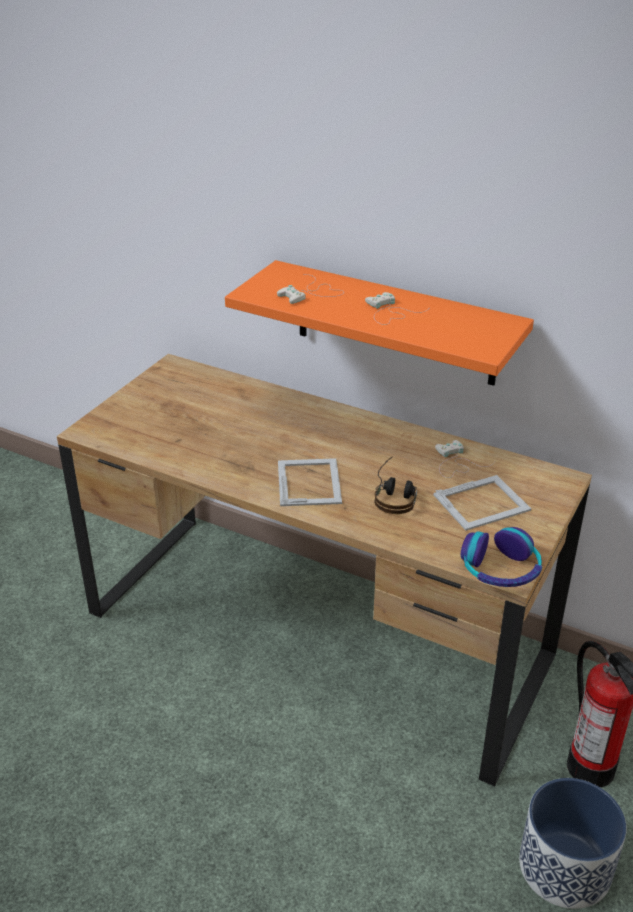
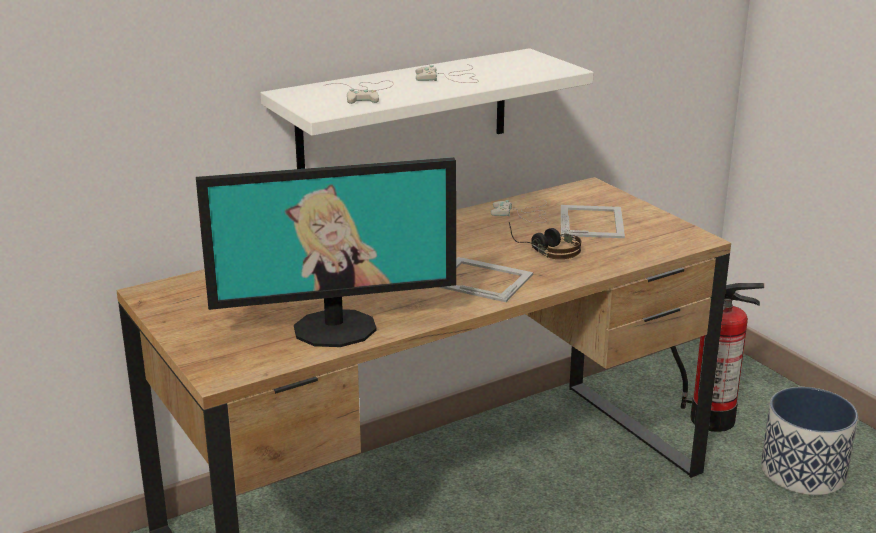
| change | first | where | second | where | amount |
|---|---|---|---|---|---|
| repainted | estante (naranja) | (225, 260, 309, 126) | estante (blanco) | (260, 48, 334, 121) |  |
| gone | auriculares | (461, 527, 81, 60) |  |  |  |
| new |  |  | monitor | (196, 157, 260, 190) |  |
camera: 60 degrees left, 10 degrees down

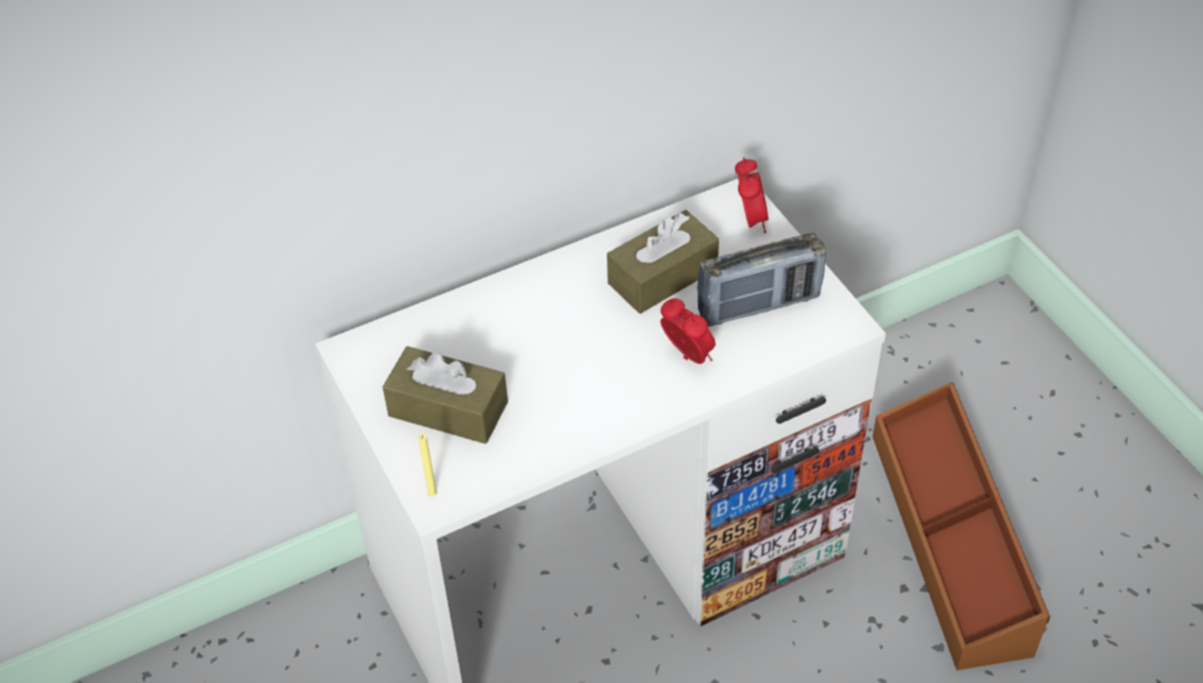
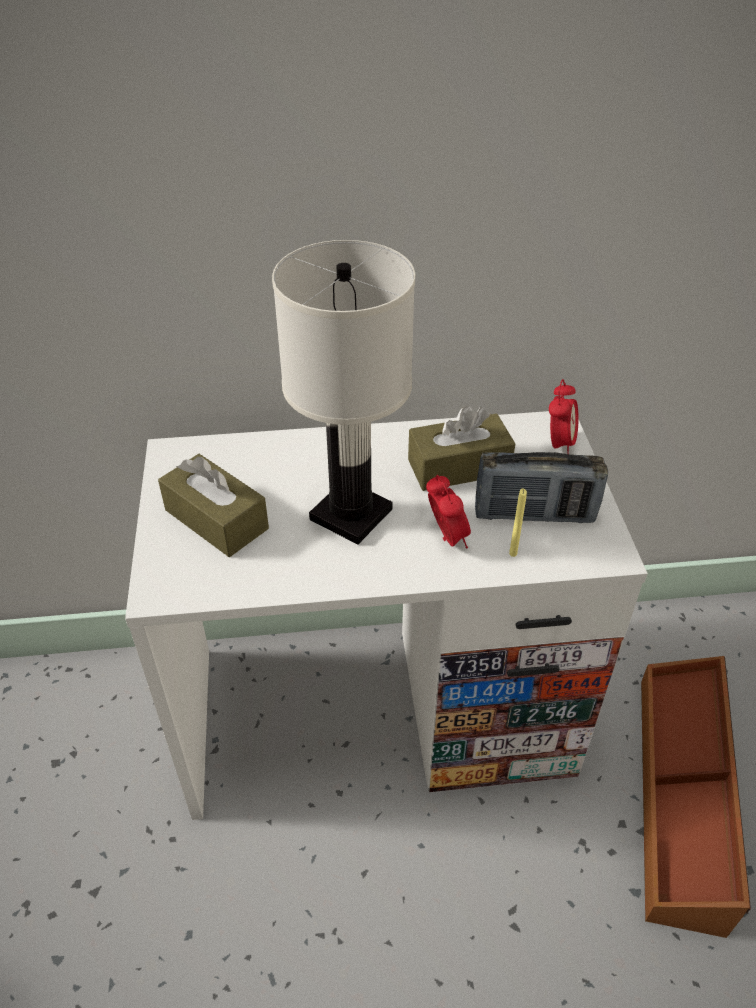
| change | first | where | second | where | amount |
|---|---|---|---|---|---|
| shifted | vela (amarillo) | (419, 433, 18, 64) |  | (509, 489, 18, 68) |  |
| new |  |  | lámpara de mesa (blanco) | (272, 240, 143, 304) |  |
camera: 20 degrees right, 5 degrees down

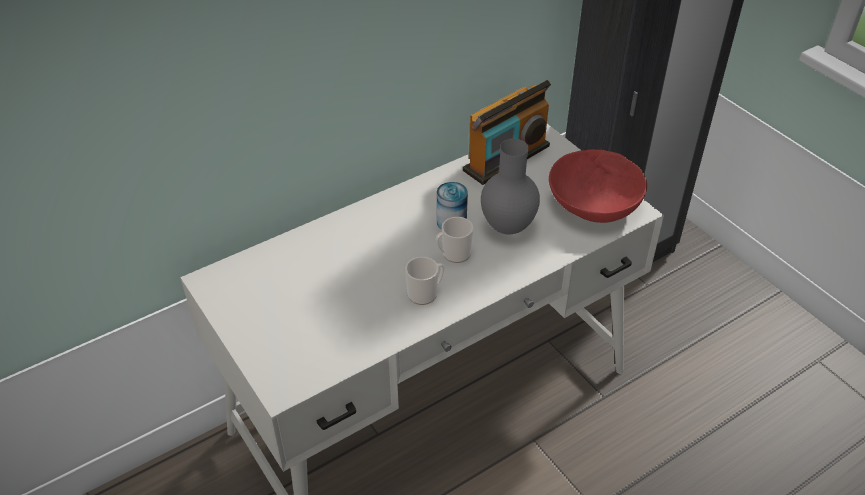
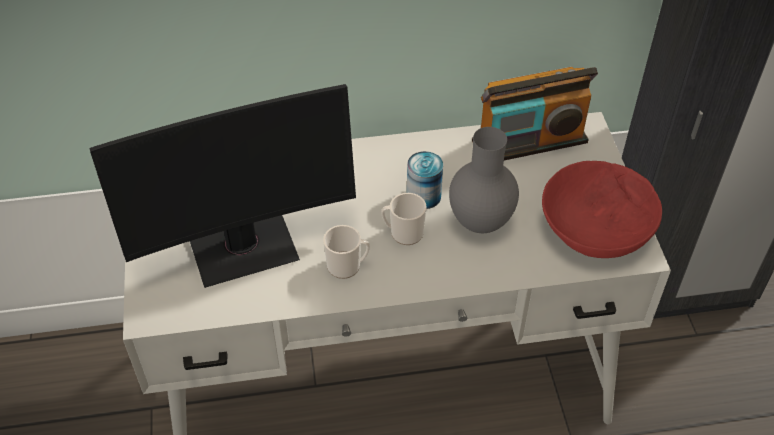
| change | first | where | second | where | amount |
|---|---|---|---|---|---|
| new |  |  | monitor | (89, 84, 267, 204) |  |
camera: 25 degrees right, 5 degrees up

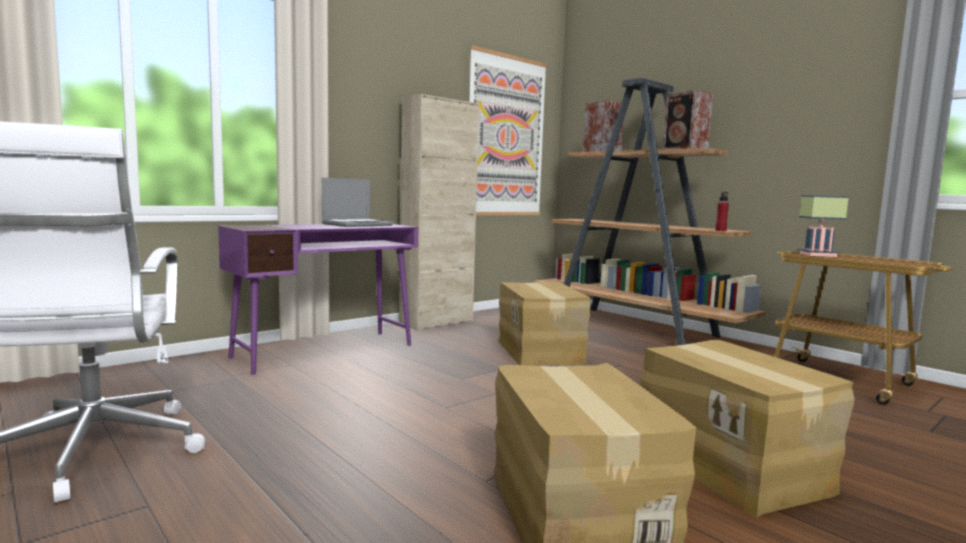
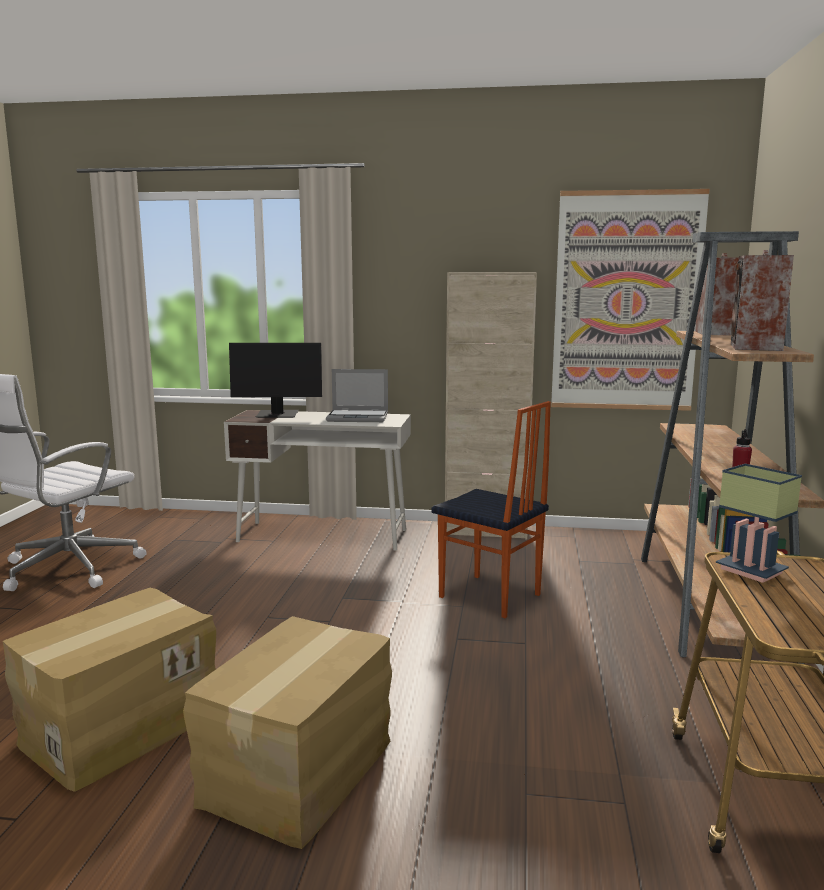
| change | first | where | second | where | amount |
|---|---|---|---|---|---|
| repainted | escritorio (morado) | (218, 224, 200, 151) | escritorio (blanco) | (224, 410, 187, 141) |  |
| swapped | caja de cartón | (499, 281, 92, 85) | silla | (431, 401, 120, 217) |  |
| new |  |  | monitor | (229, 343, 93, 75) |  |
camera: 50 degrees right, 5 degrees up

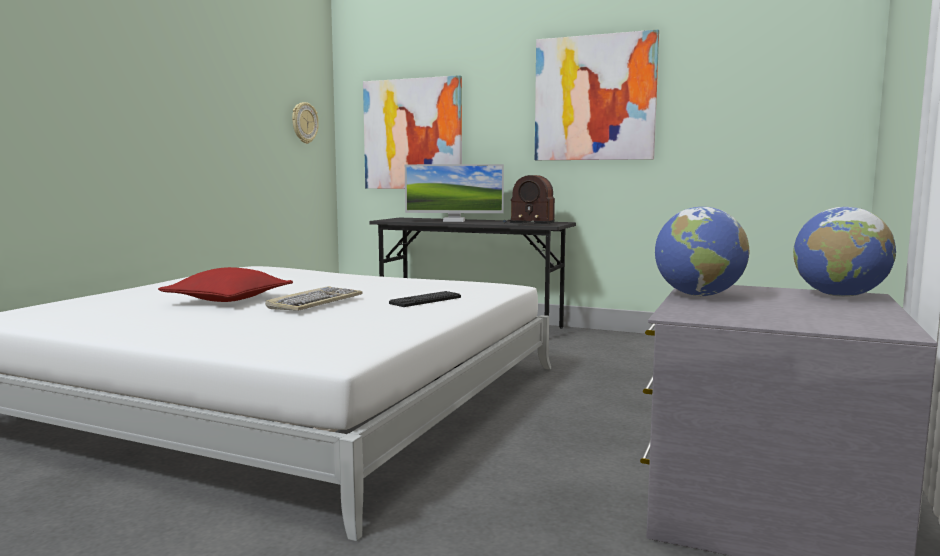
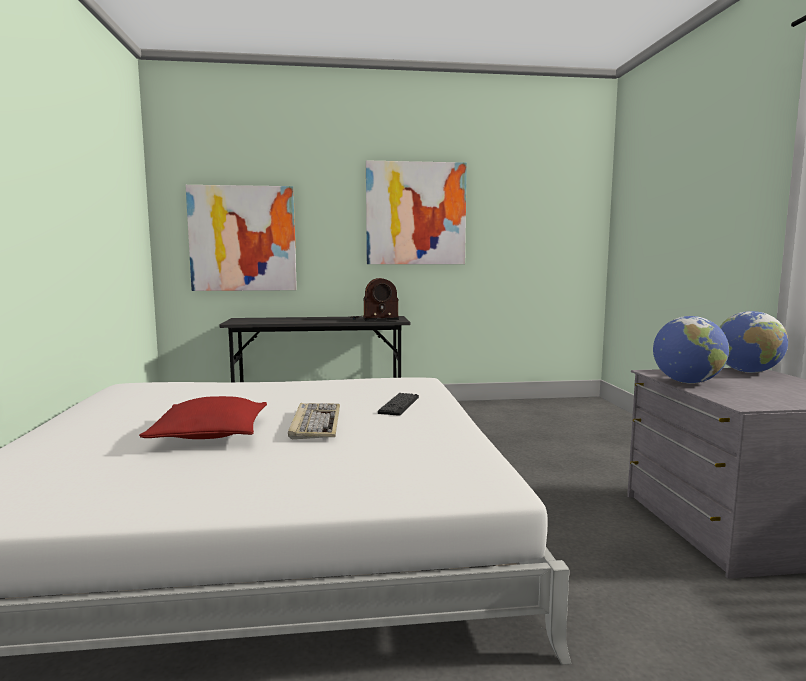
| change | first | where | second | where | amount |
|---|---|---|---|---|---|
| gone | reloj de pared | (292, 102, 27, 42) |  |  |  |
| gone | monitor | (405, 164, 99, 58) |  |  |  |
camera: 30 degrees left, 0 degrees up

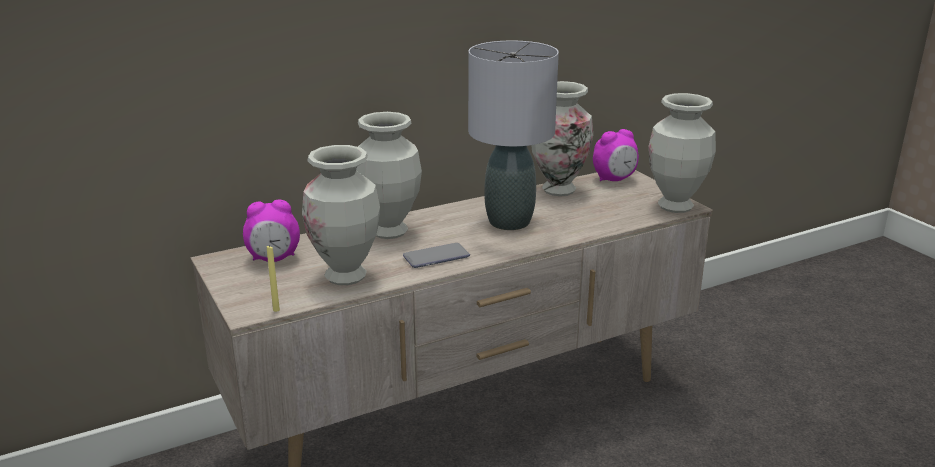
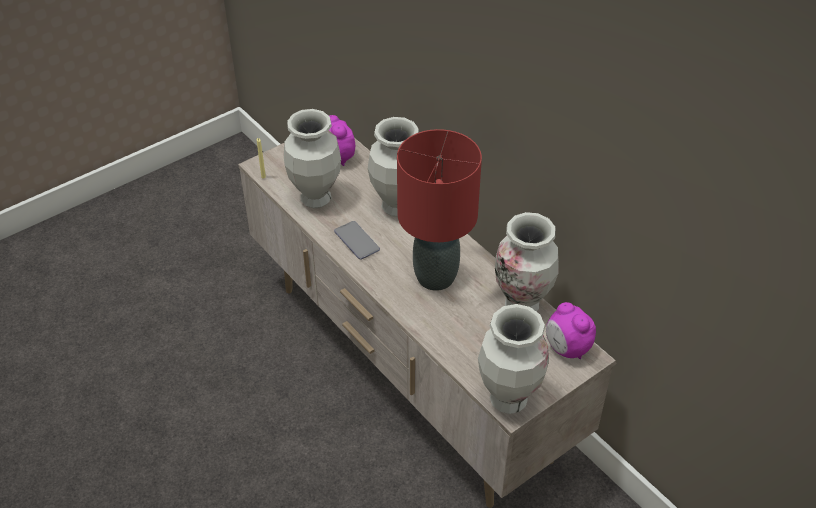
| change | first | where | second | where | amount |
|---|---|---|---|---|---|
| repainted | lámpara de mesa (gris) | (468, 41, 91, 189) | lámpara de mesa (rojo) | (397, 129, 85, 162) |  |
camera: 80 degrees right, 20 degrees up

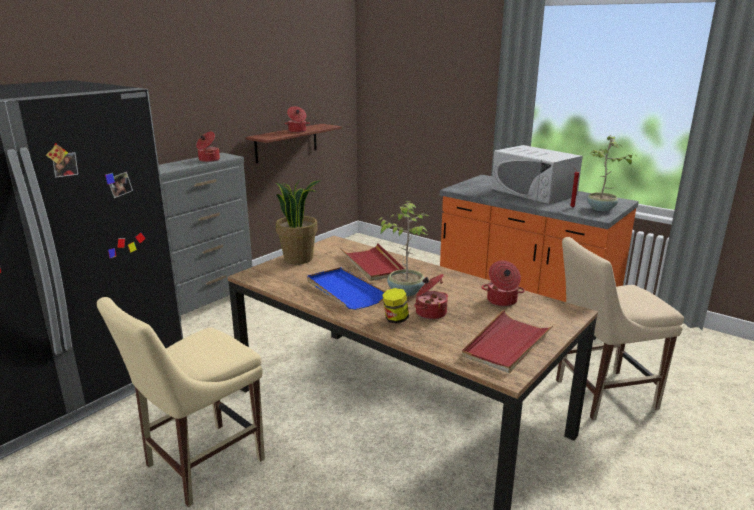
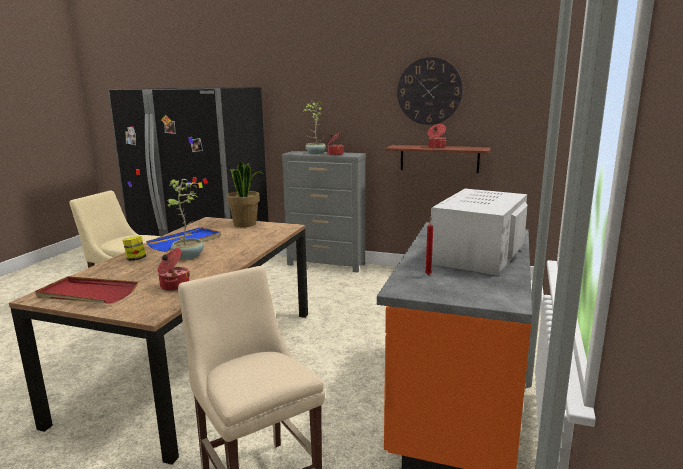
| change | first | where | second | where | amount |
|---|---|---|---|---|---|
| shifted | planta en maceta | (587, 135, 50, 76) |  | (304, 101, 22, 53) |  |
| gone | bandeja (rojo) | (341, 243, 64, 38) |  |  |  |
| gone | olla | (414, 274, 34, 45) |  |  |  |
| new |  |  | reloj de pared | (397, 57, 66, 68) |  |
camera: 70 degrees right, 5 degrees down

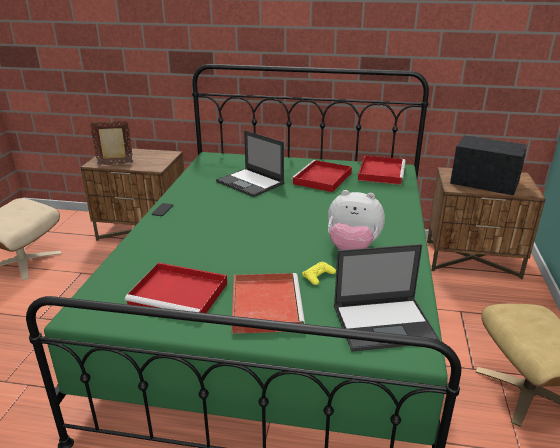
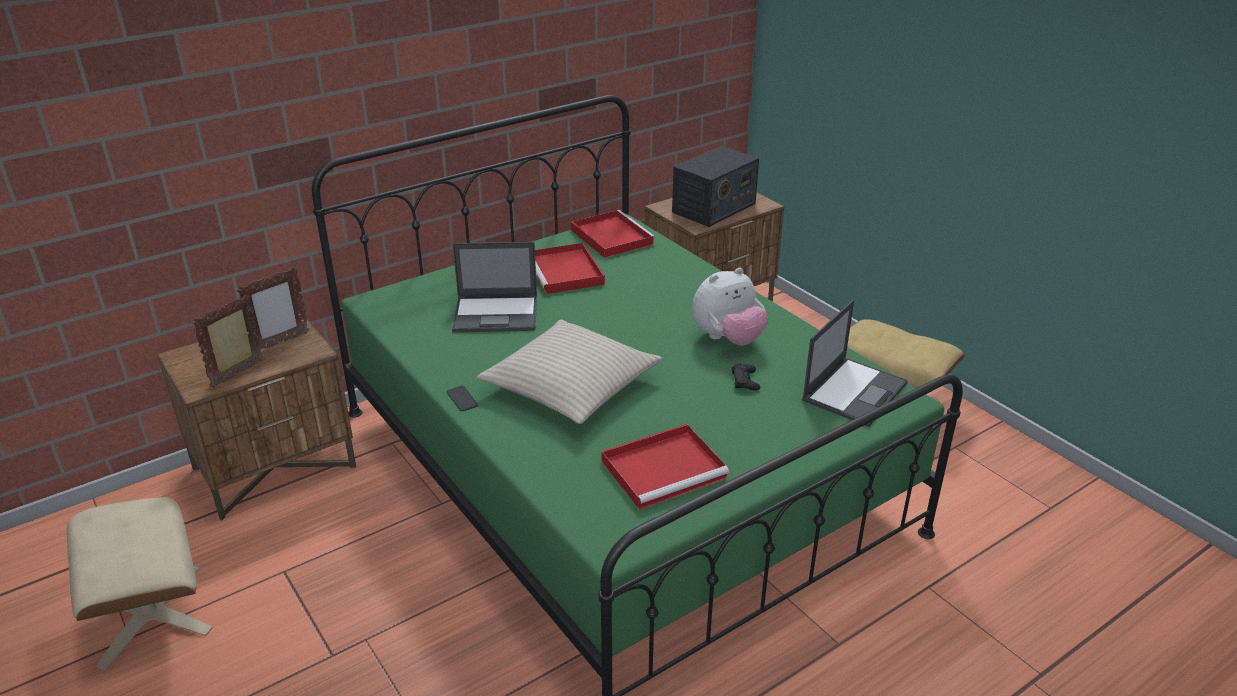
| change | first | where | second | where | amount |
|---|---|---|---|---|---|
| rotated | radio | (450, 135, 77, 61) |  | (672, 146, 87, 81) | 150 degrees clockwise |
| repainted | mando de consola (amarillo) | (302, 262, 34, 23) | mando de consola (negro) | (732, 363, 28, 28) |  |
| gone | bandeja (rojo) | (232, 273, 73, 61) |  |  |  |
| new |  |  | portarretratos | (237, 267, 72, 85) |  |
| new |  |  | cojín (beis) | (477, 320, 186, 104) |  |
camera: 45 degrees left, 5 degrees up

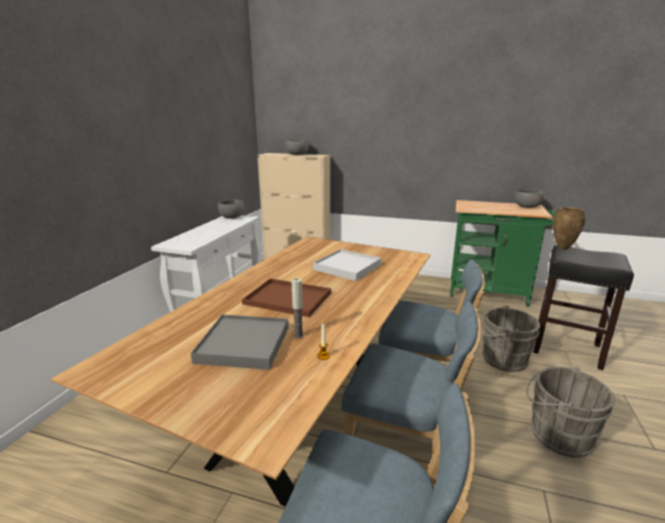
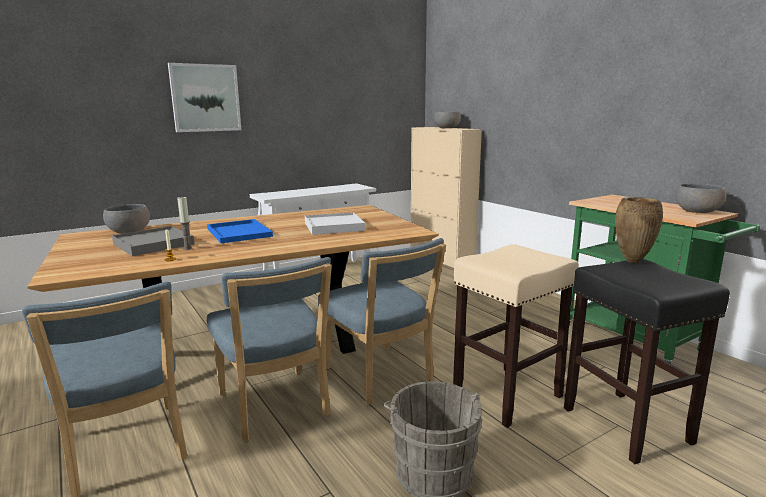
| change | first | where | second | where | amount |
|---|---|---|---|---|---|
| shifted | cuenco (gris) | (218, 200, 27, 19) |  | (103, 204, 47, 30) |  |
| repainted | bandeja (marrón) | (242, 279, 89, 38) | bandeja (azul) | (207, 219, 66, 24) |  |
| swapped | cubo (gris) | (480, 305, 60, 67) | taburete (beis) | (453, 244, 126, 184) |  |
| new |  |  | cuadro | (168, 63, 73, 69) |  |
camera: 40 degrees right, 5 degrees down

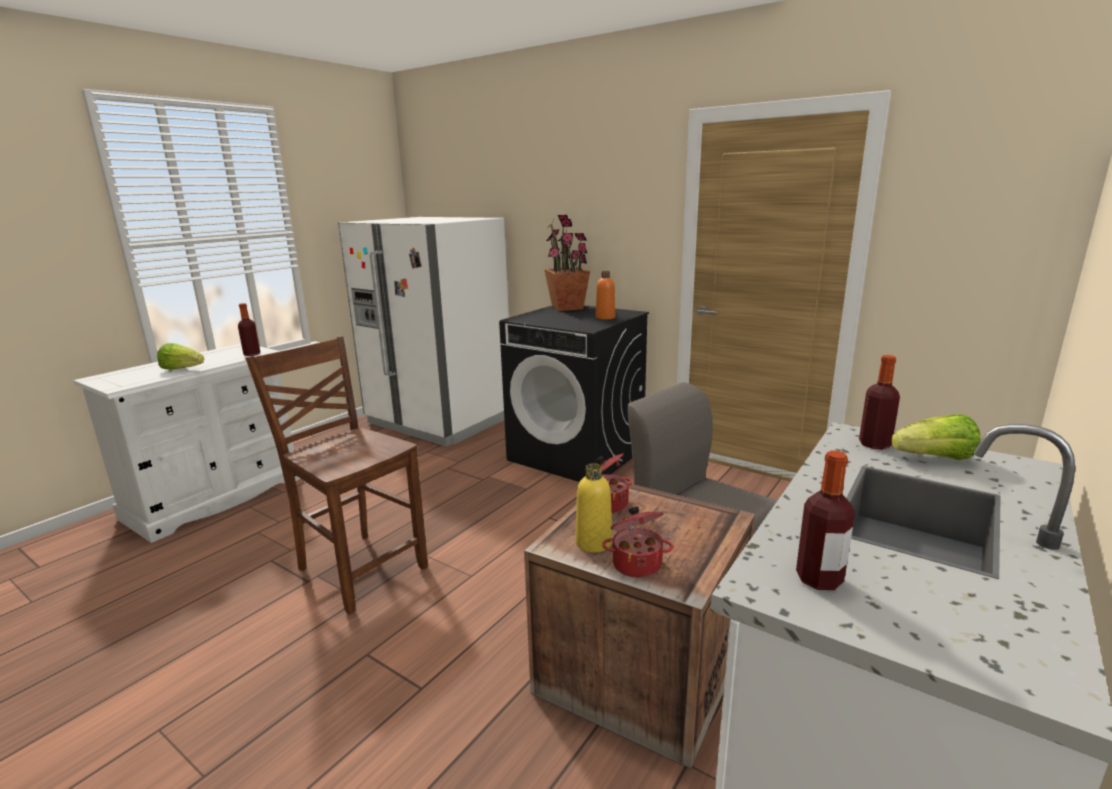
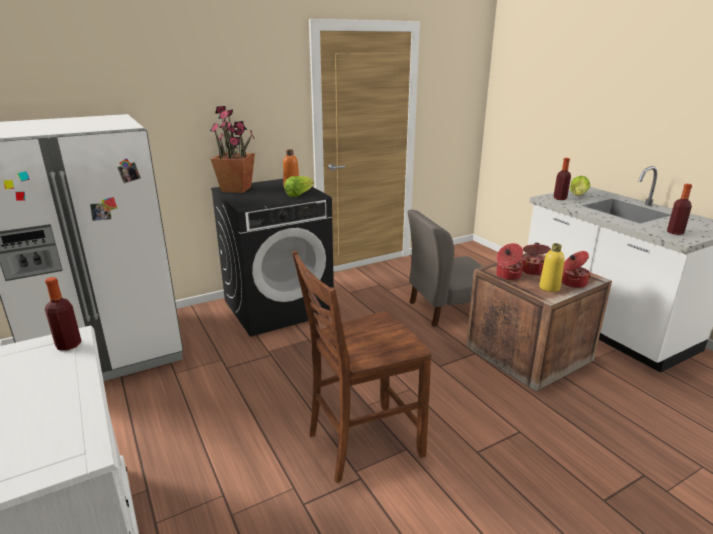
| change | first | where | second | where | amount |
|---|---|---|---|---|---|
| shifted | lechuga | (157, 343, 47, 27) |  | (284, 176, 30, 21) |  |
| new |  |  | olla | (520, 243, 31, 33) |  |
camera: 65 degrees left, 5 degrees up

